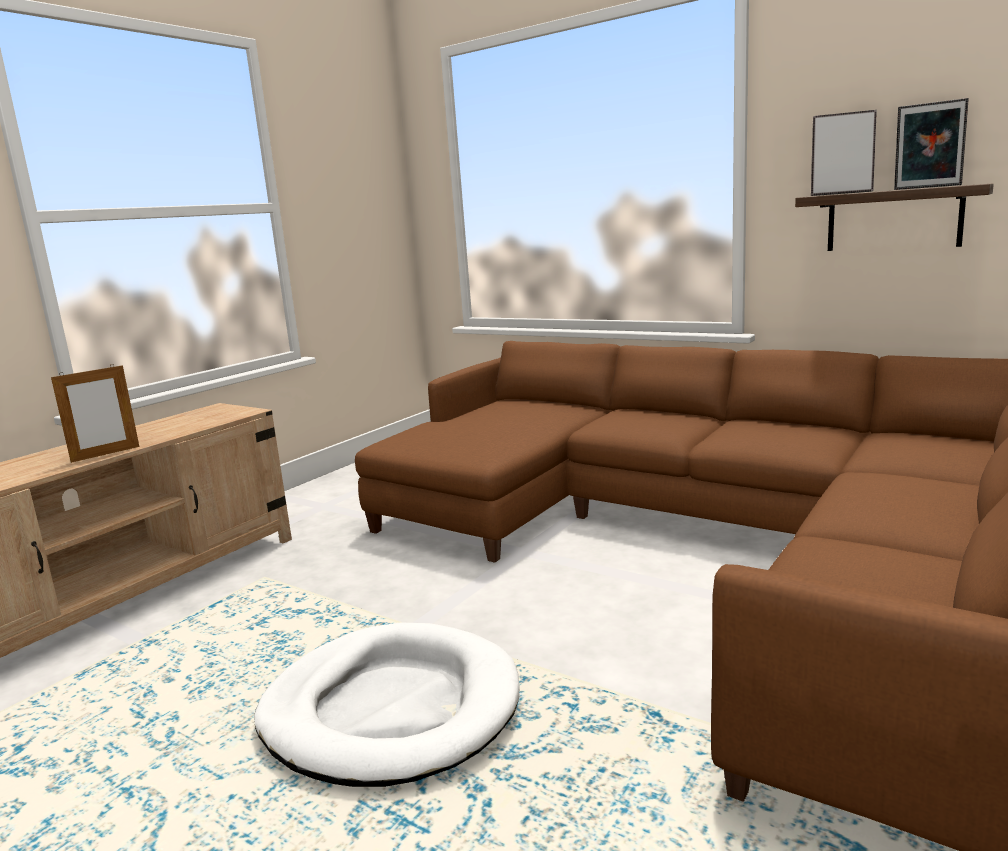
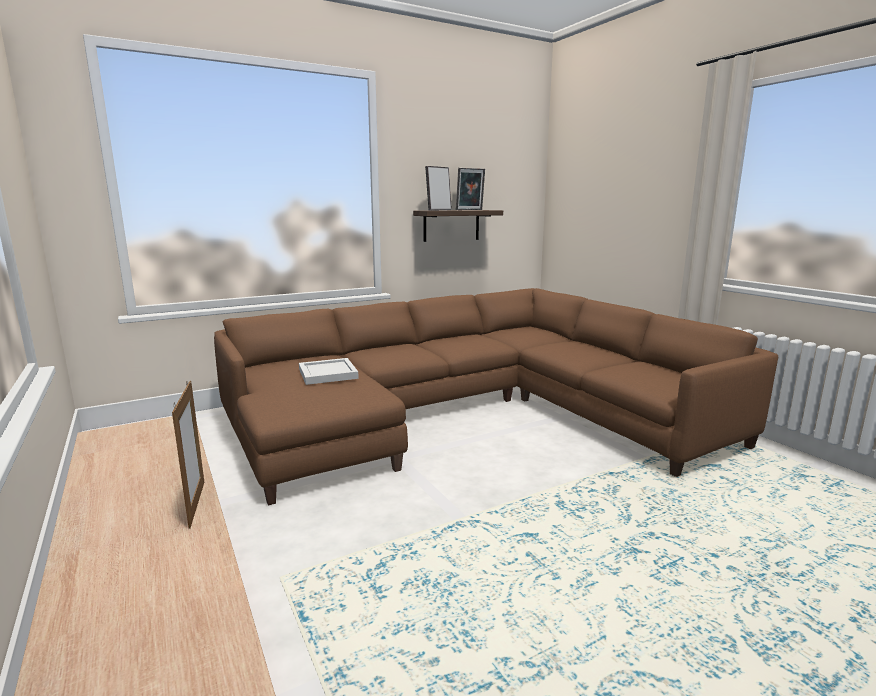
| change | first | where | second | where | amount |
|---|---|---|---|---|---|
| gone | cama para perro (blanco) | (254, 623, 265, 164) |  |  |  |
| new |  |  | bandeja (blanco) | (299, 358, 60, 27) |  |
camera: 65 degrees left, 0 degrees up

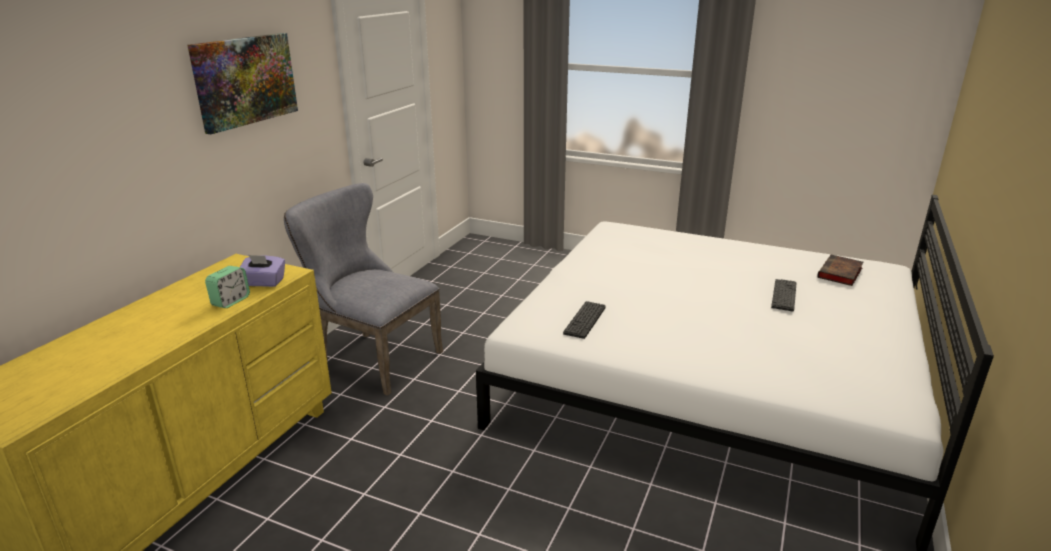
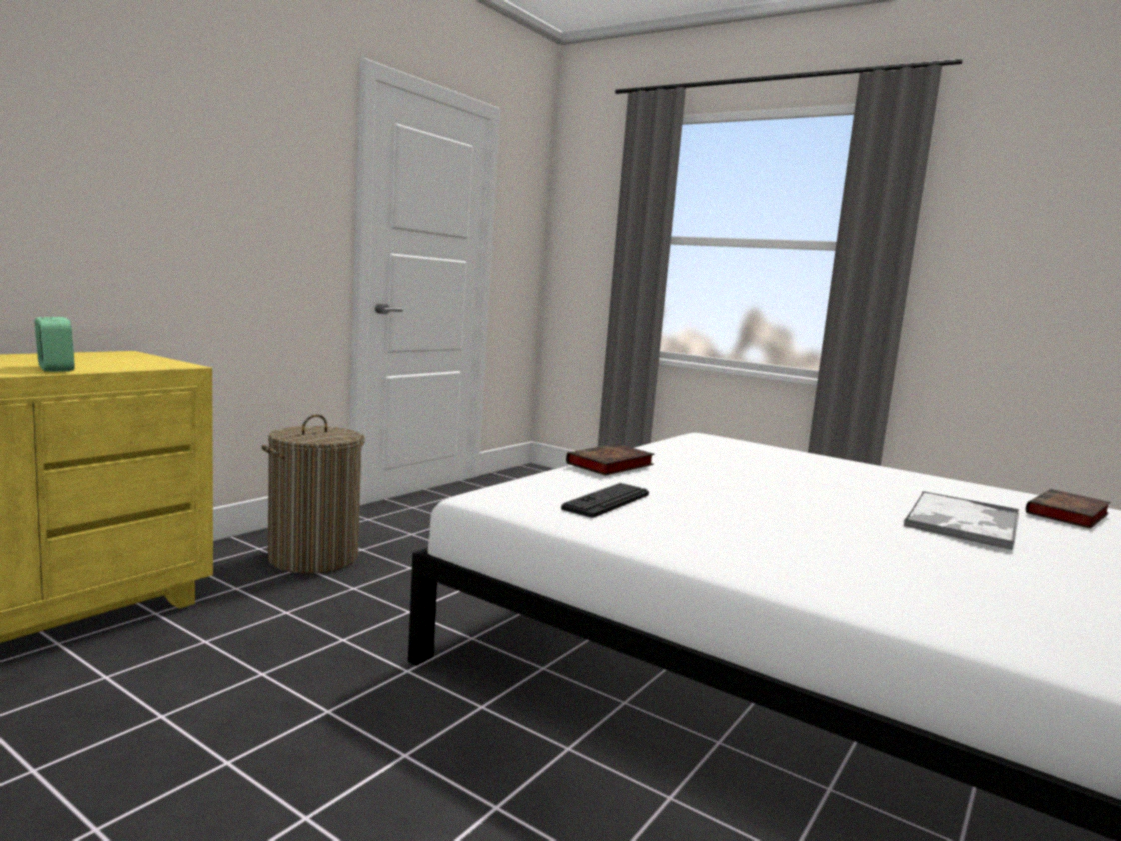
| change | first | where | second | where | amount |
|---|---|---|---|---|---|
| gone | cuadro | (187, 33, 111, 101) |  |  |  |
| swapped | silla (gris) | (284, 183, 159, 213) | cesto de la ropa | (261, 414, 104, 159) |  |
| gone | caja de pañuelos (morado) | (240, 255, 45, 32) |  |  |  |
| rotated | despertador | (205, 266, 45, 42) |  | (35, 317, 40, 55) | 75 degrees counterclockwise |
| swapped | teclado | (771, 279, 26, 33) | bandeja | (903, 491, 116, 59) |  |
| new |  |  | libro | (566, 444, 88, 32) |  |
camera: 10 degrees right, 15 degrees down

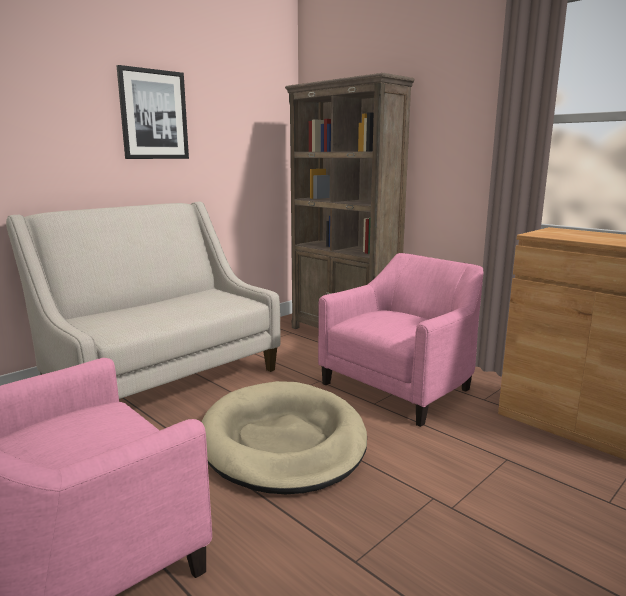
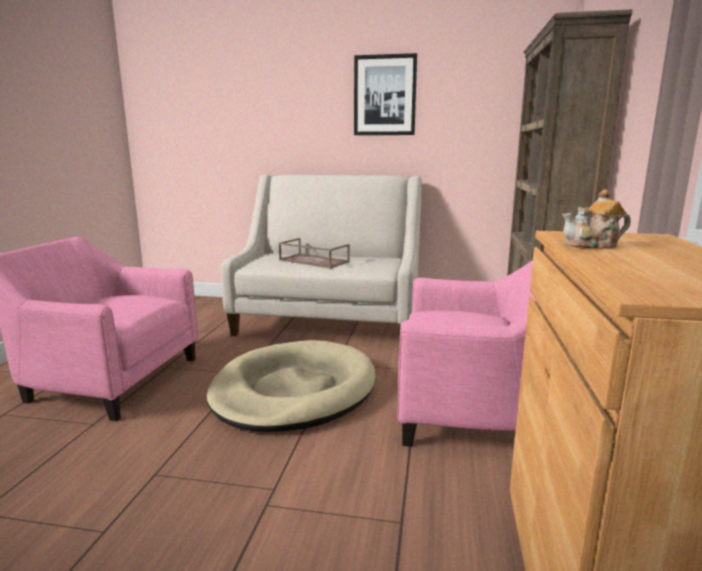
| change | first | where | second | where | amount |
|---|---|---|---|---|---|
| new |  |  | tetera | (562, 189, 69, 60) |  |
| new |  |  | bandeja (marrón) | (278, 238, 72, 30) |  |
camera: 55 degrees right, 0 degrees up

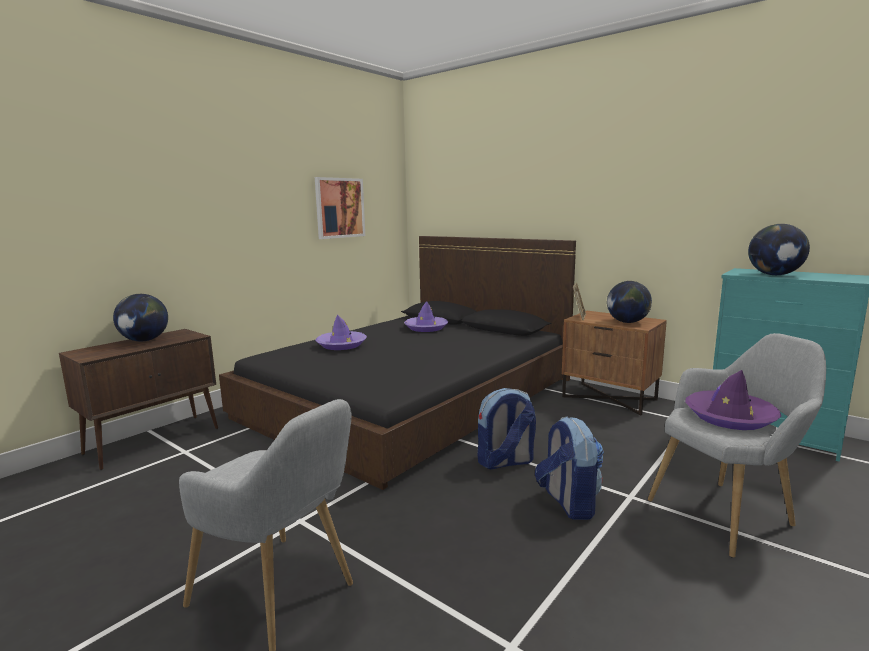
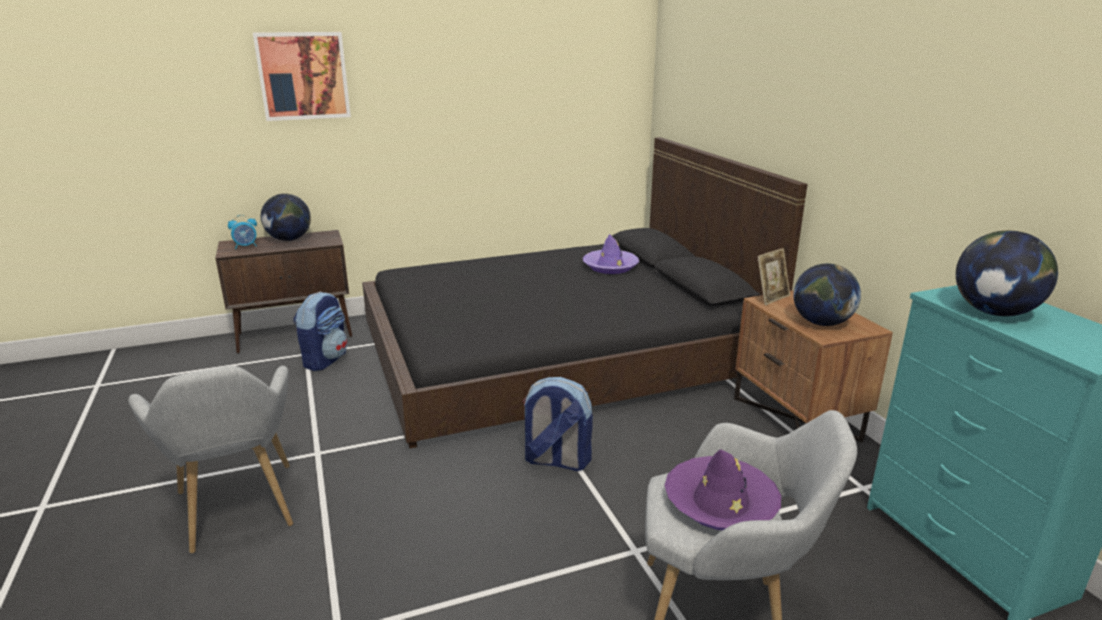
| change | first | where | second | where | amount |
|---|---|---|---|---|---|
| shifted | cuadro | (315, 177, 50, 62) |  | (253, 32, 98, 89) |  |
| gone | sombrero (morado) | (316, 315, 51, 35) |  |  |  |
| shifted | mochila | (535, 416, 69, 104) |  | (293, 292, 54, 79) |  |
| new |  |  | despertador | (228, 215, 29, 34) |  |
camera: 30 degrees right, 10 degrees up

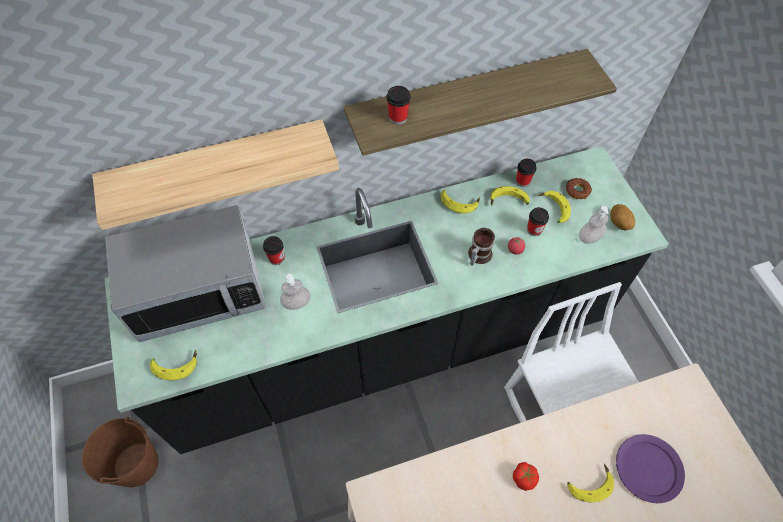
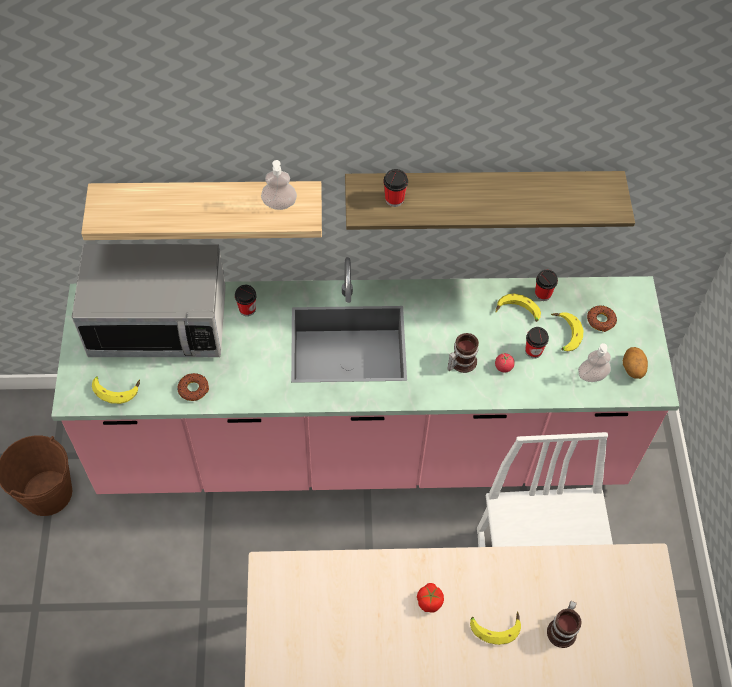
| change | first | where | second | where | amount |
|---|---|---|---|---|---|
| repainted | mueble bajo de cocina (negro) | (104, 146, 565, 308) | mueble bajo de cocina (rosa) | (51, 257, 629, 237) |  |
| gone | plátano | (440, 190, 40, 24) |  |  |  |
| shifted | dispensador de jabón | (280, 274, 31, 36) |  | (261, 160, 36, 50) |  |
| swapped | plato (morado) | (616, 434, 69, 69) | taza grande | (547, 601, 34, 47) |  |
| new |  |  | rosquilla | (177, 373, 32, 28) |  |
camera: 15 degrees right, 0 degrees up

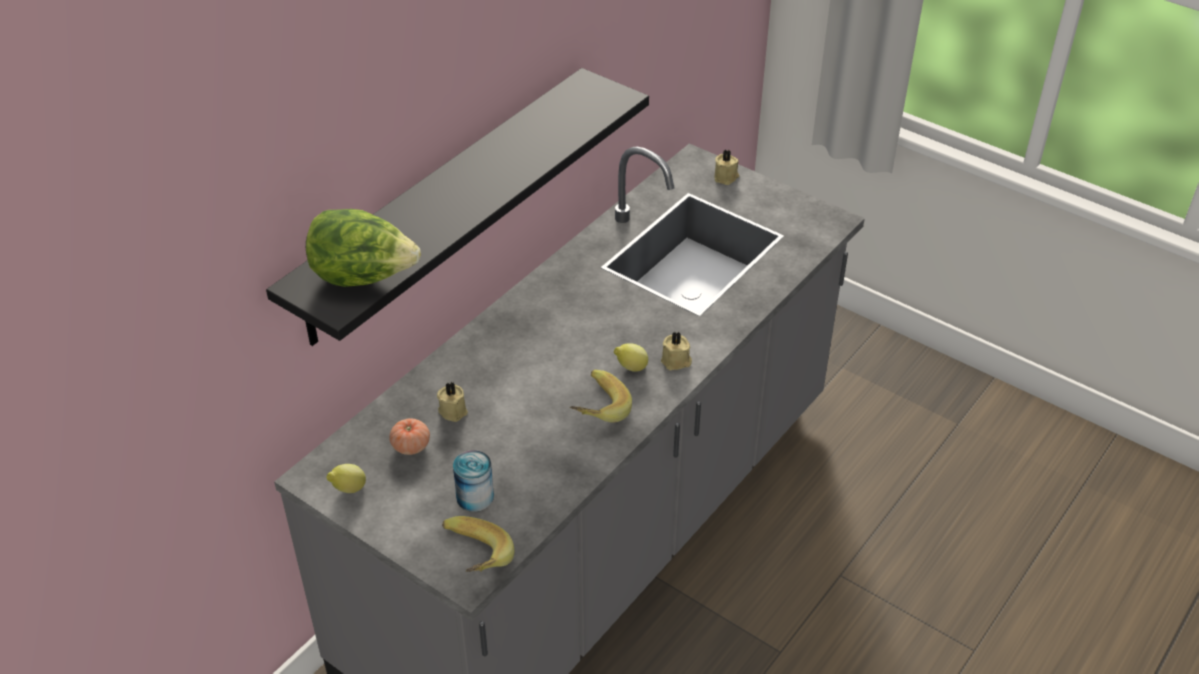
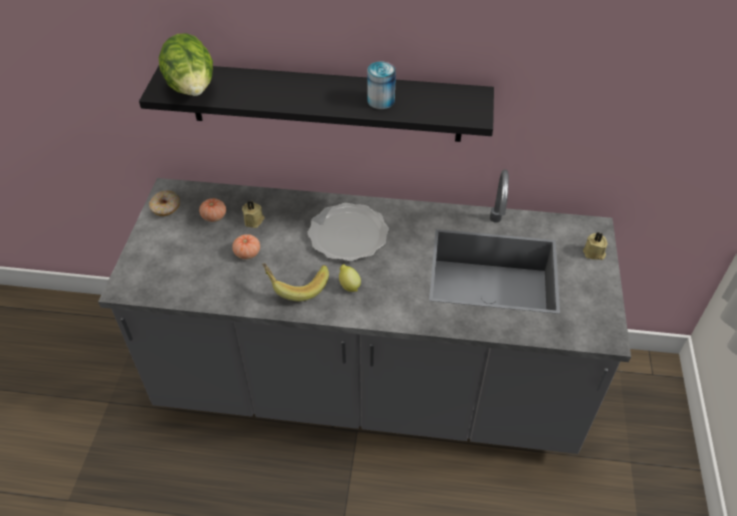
| change | first | where | second | where | amount |
|---|---|---|---|---|---|
| gone | vela (beis) | (661, 332, 31, 38) |  |  |  |
| shifted | lata | (453, 450, 41, 62) |  | (367, 62, 29, 47) |  |
| swapped | limón | (327, 464, 39, 29) | rosquilla | (149, 191, 31, 25) |  |
| gone | plátano | (442, 516, 72, 56) |  |  |  |
| new |  |  | plato | (308, 203, 81, 59) |  |
| new |  |  | tomate | (232, 234, 28, 25) |  |
camera: 60 degrees right, 5 degrees up

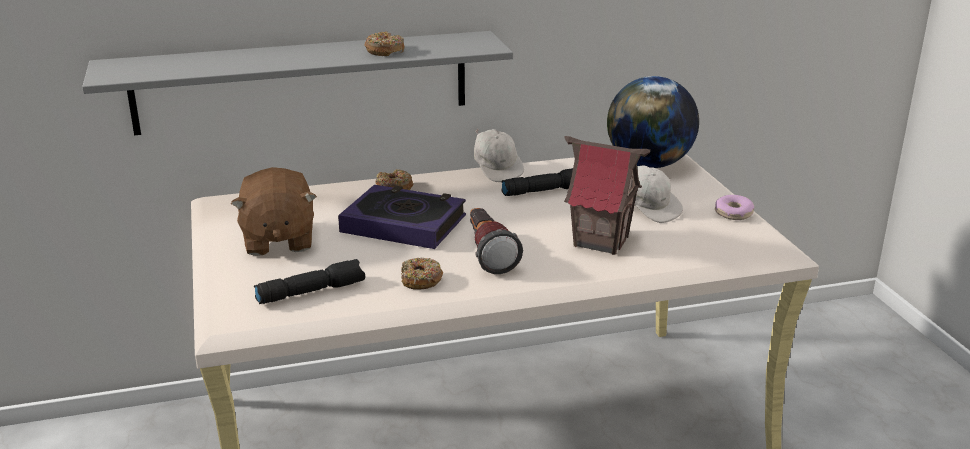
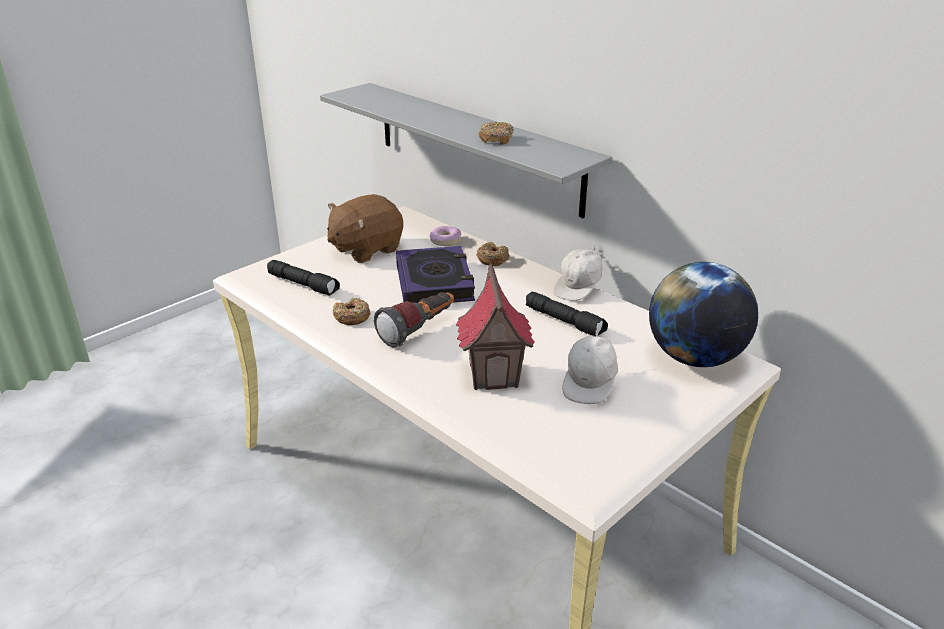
| change | first | where | second | where | amount |
|---|---|---|---|---|---|
| shifted | rosquilla | (715, 195, 39, 25) |  | (429, 226, 32, 20) |  |
camera: 60 degrees right, 5 degrees up

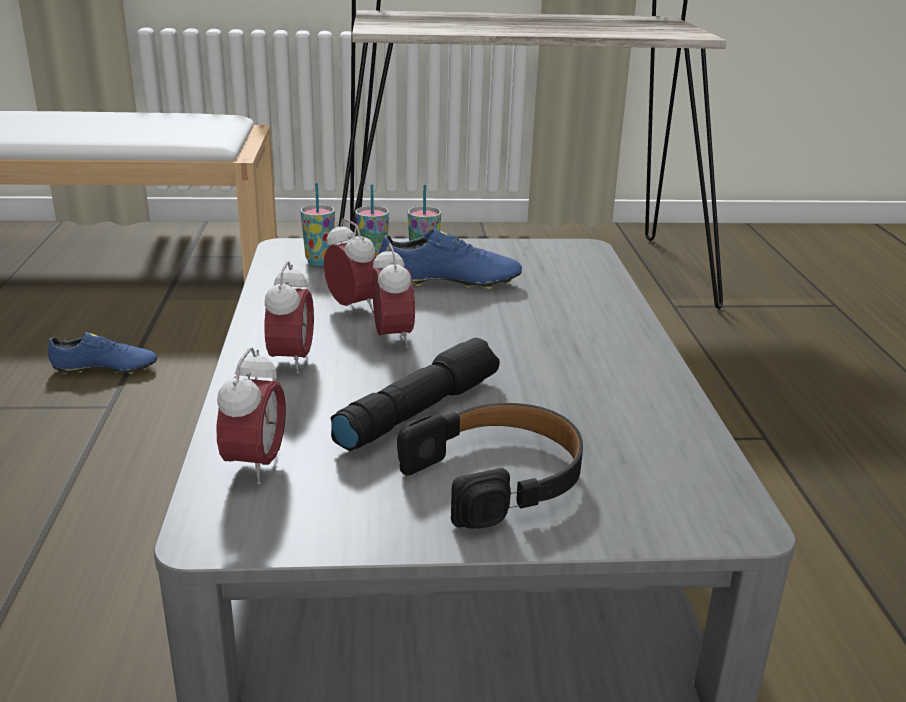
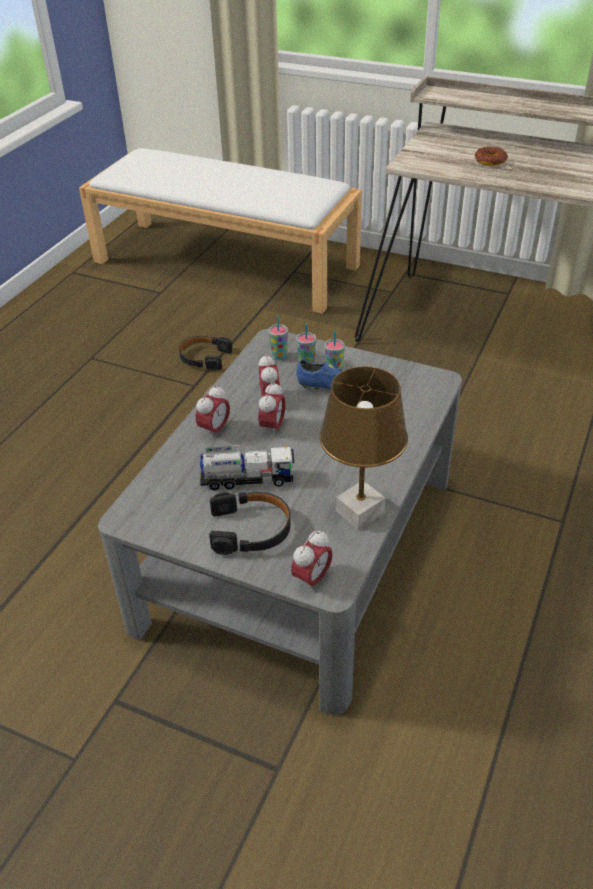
| change | first | where | second | where | amount |
|---|---|---|---|---|---|
| swapped | zapato (azul) | (48, 332, 109, 42) | auriculares (negro) | (179, 336, 53, 35) |  |
| swapped | linterna (negro) | (331, 338, 169, 113) | camión de juguete | (200, 445, 95, 45) |  |
| shifted | despertador | (217, 347, 69, 138) |  | (291, 530, 42, 63) |  |
| new |  |  | rosquilla | (475, 147, 33, 19) |  |
| new |  |  | lámpara de mesa (marrón) | (319, 366, 89, 164) |  |
camera: 30 degrees right, 15 degrees up

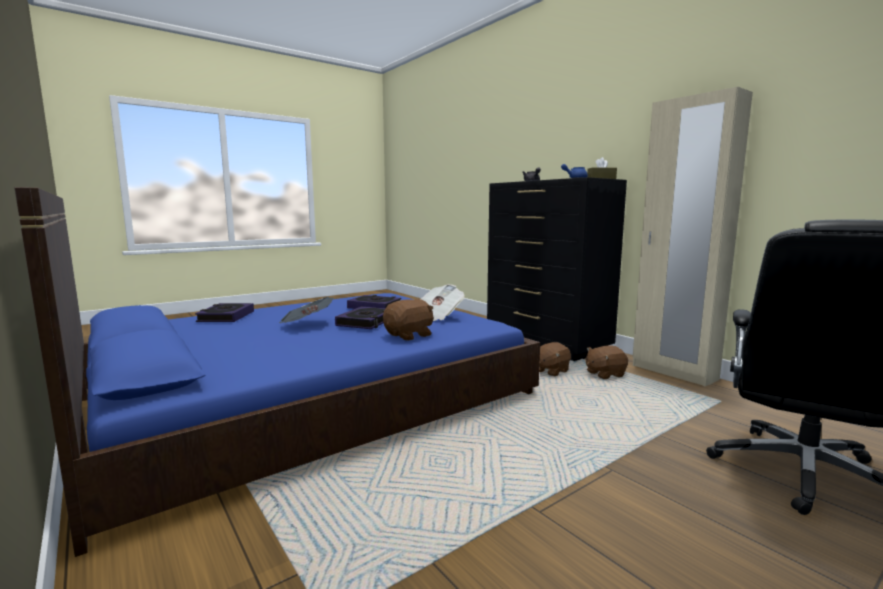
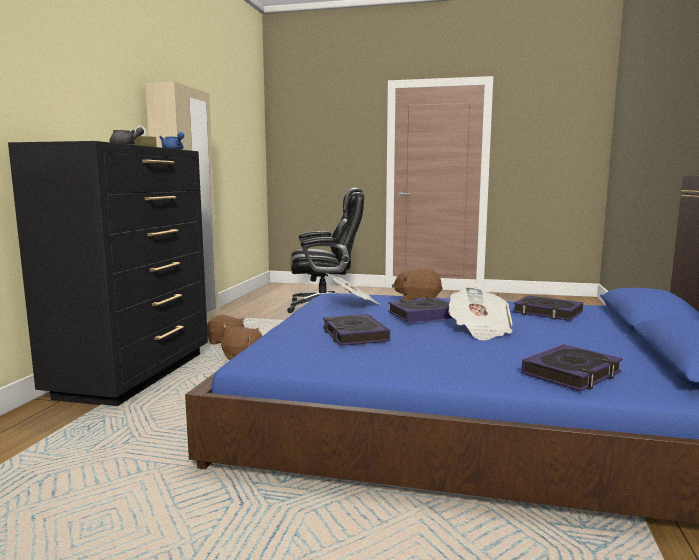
| change | first | where | second | where | amount |
|---|---|---|---|---|---|
| new |  |  | libro | (513, 295, 70, 26) |  |
camera: 130 degrees left, 0 degrees up

